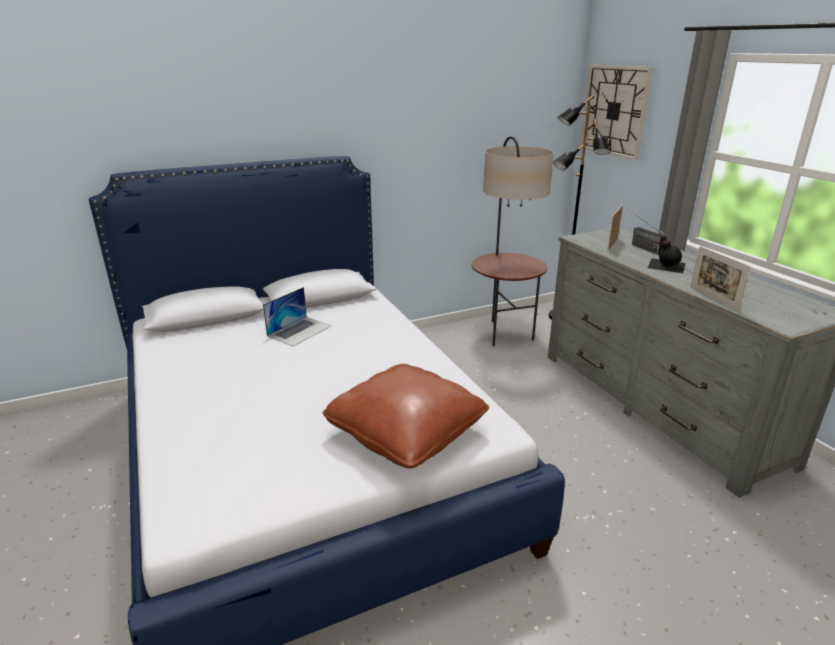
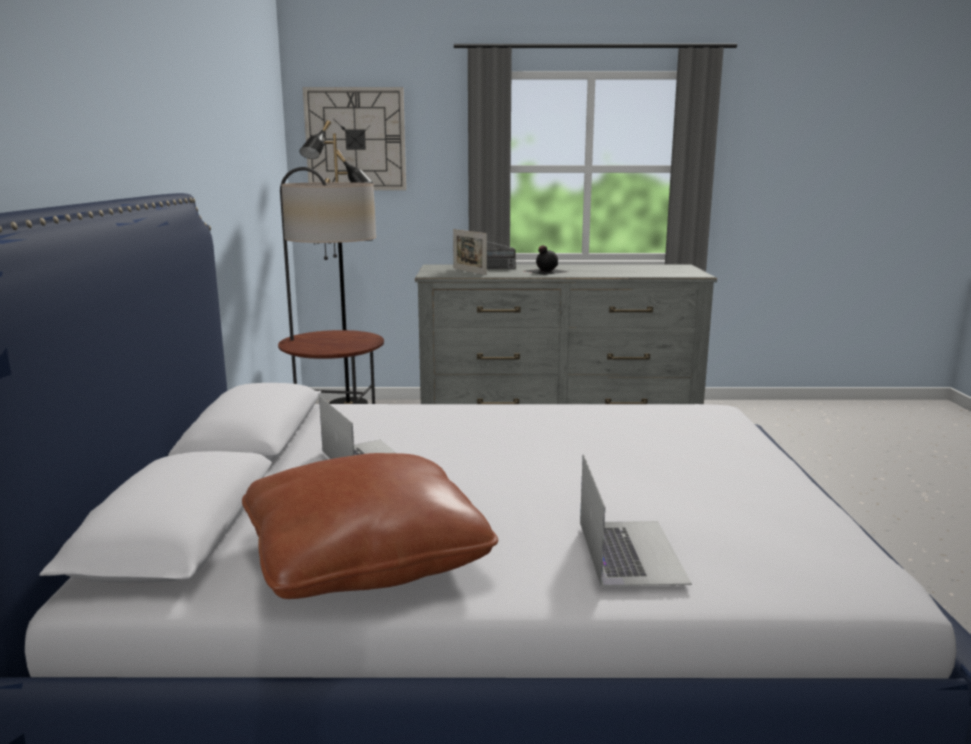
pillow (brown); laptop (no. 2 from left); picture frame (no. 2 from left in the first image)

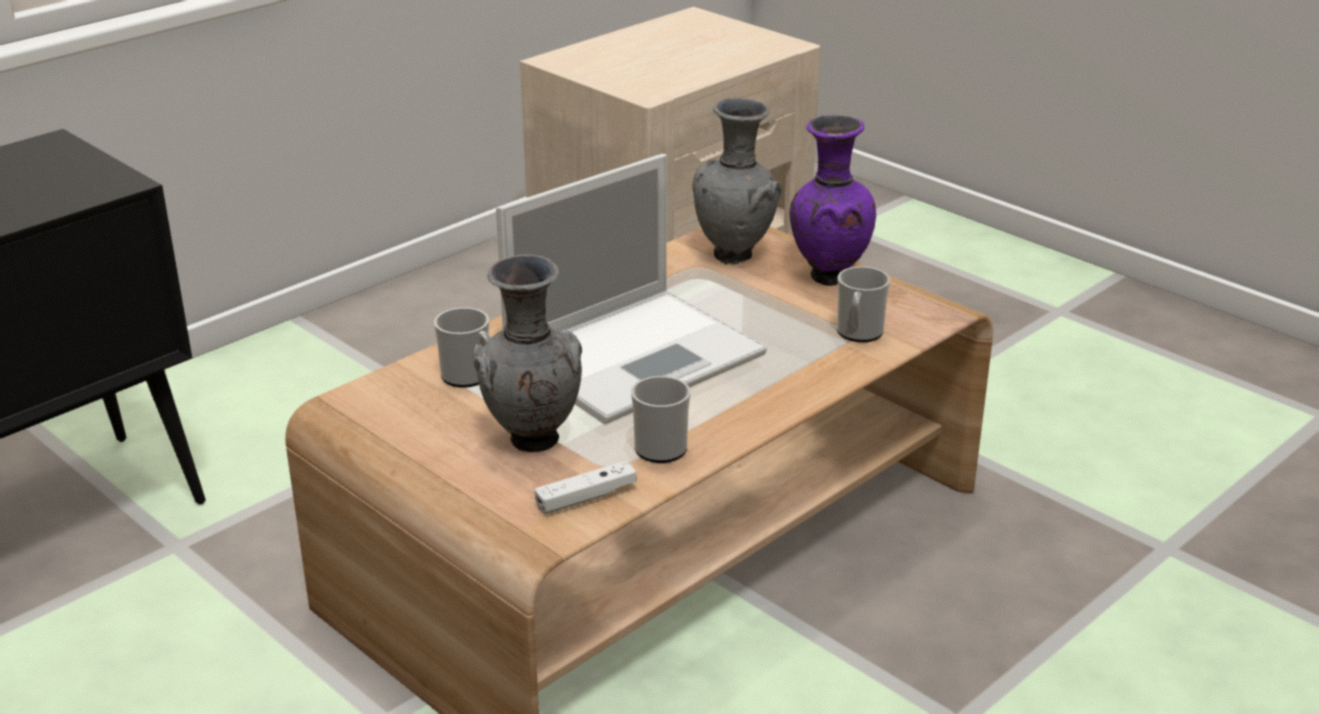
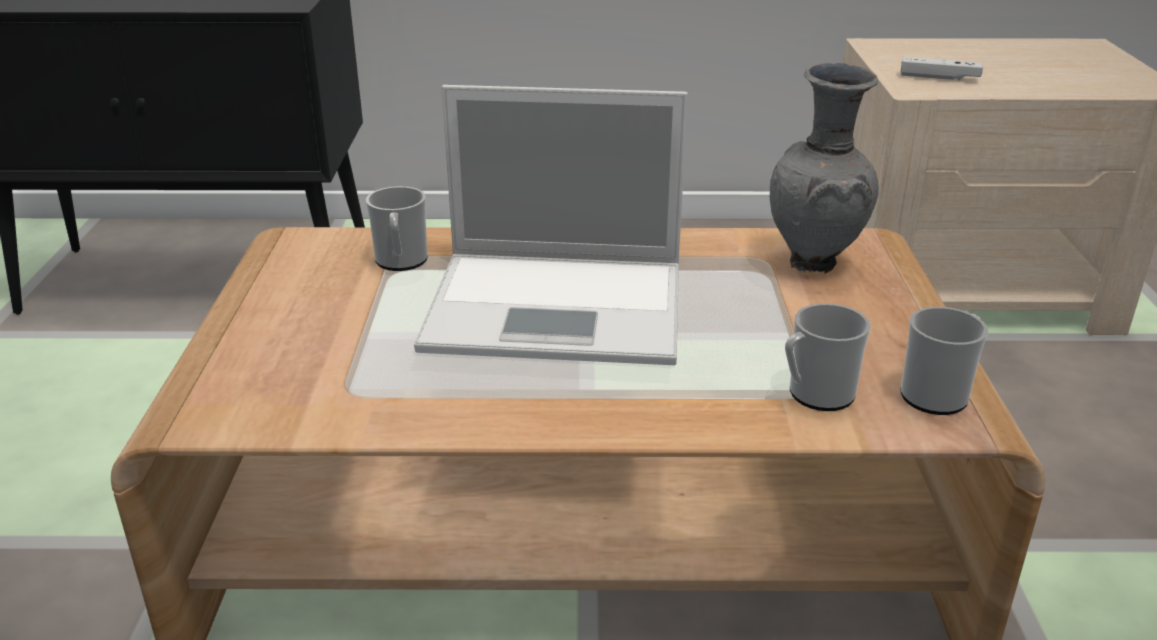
game controller (white); mug (no. 3 from left); vase (grey) (no. 1 from left in the first image); vase (purple)

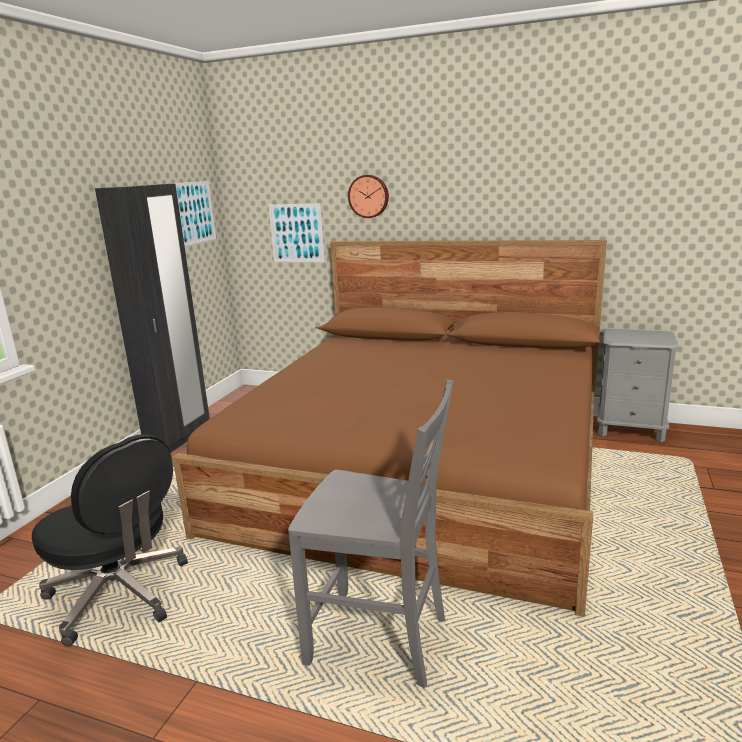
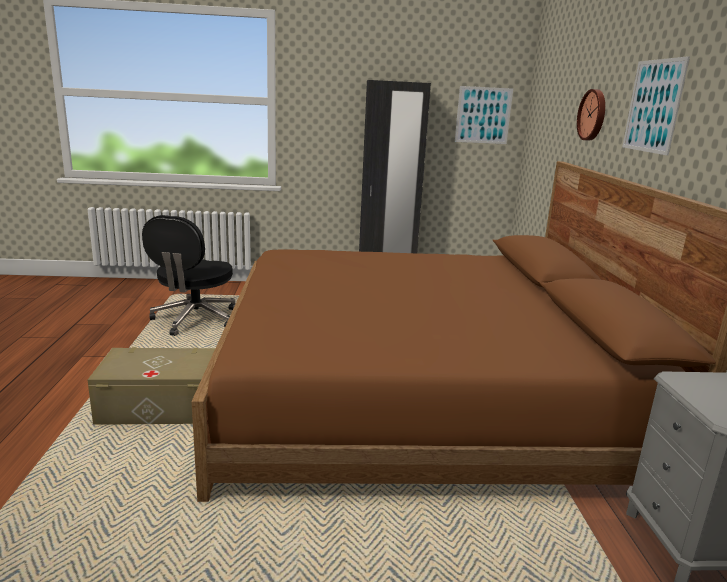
storage box (beige); picture (no. 2 from left)

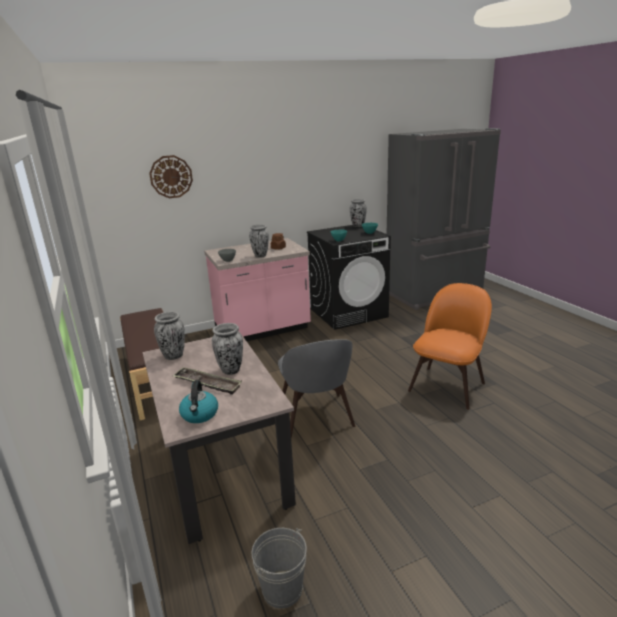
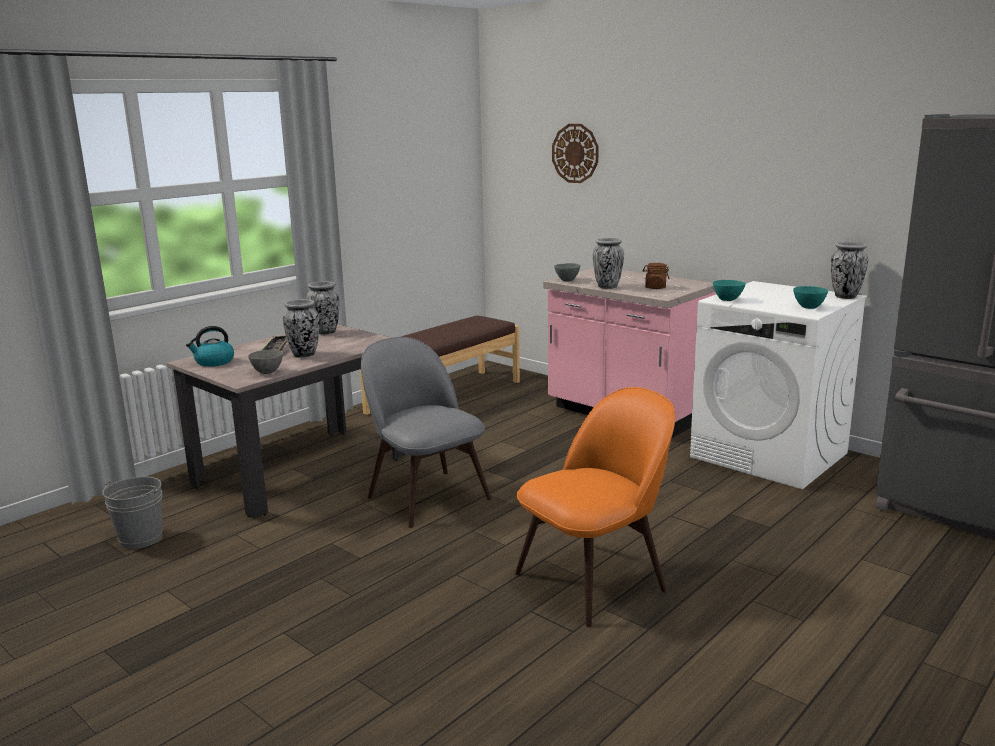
bowl (grey) (no. 1 from left); chair (grey); chair (orange); washing machine (white)

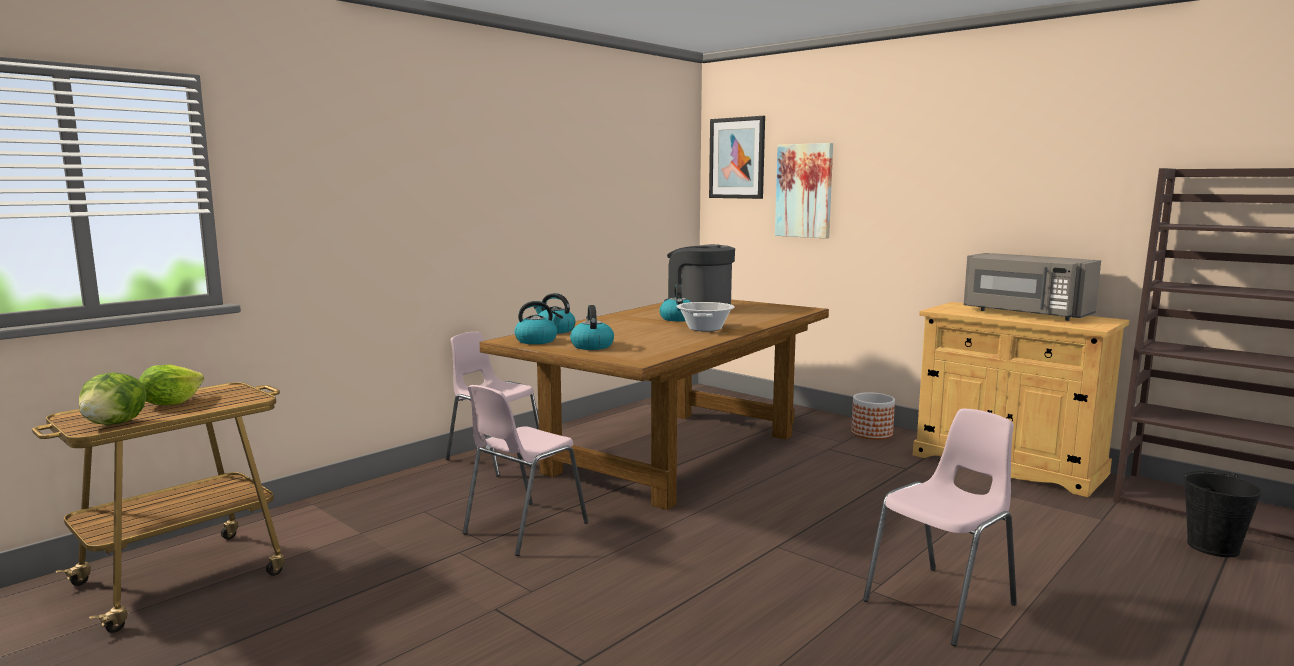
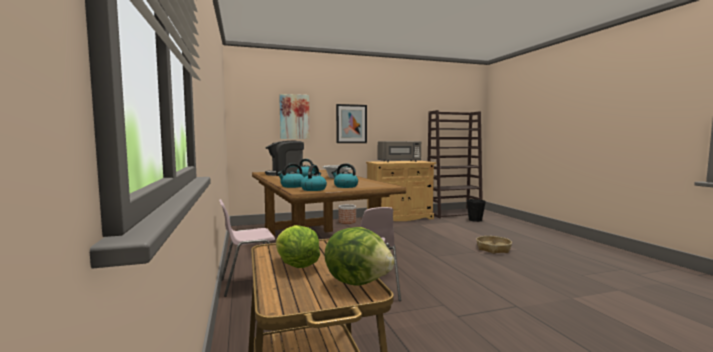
picture (no. 2 from left); basket

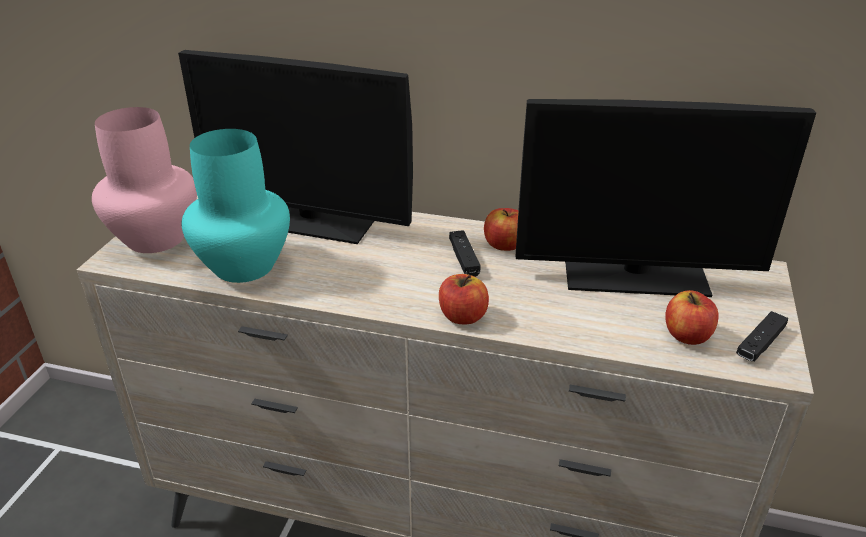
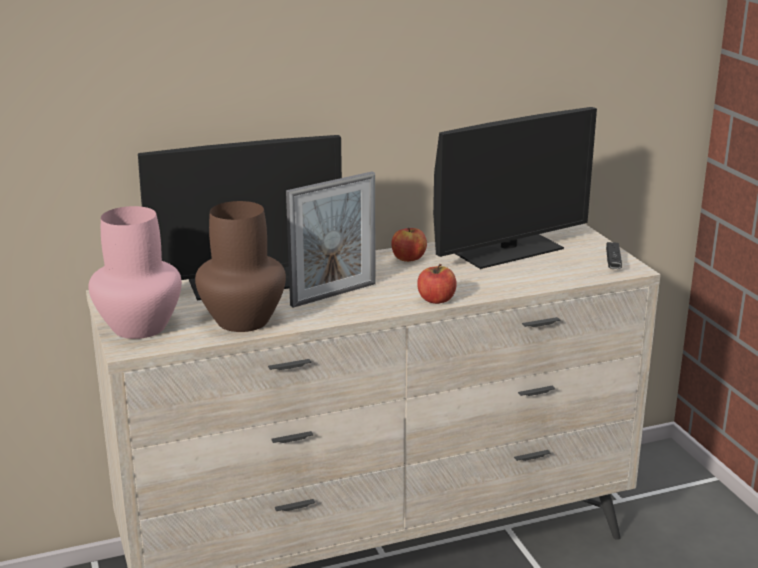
vase (brown); picture frame; game controller (black) (no. 1 from left in the first image); apple (no. 3 from left in the first image)

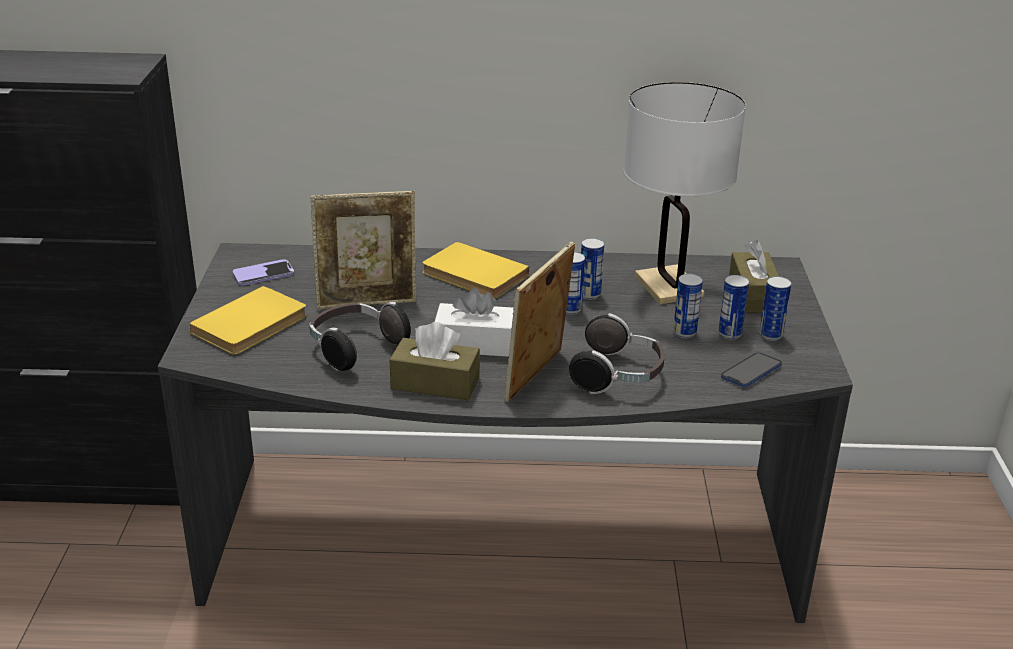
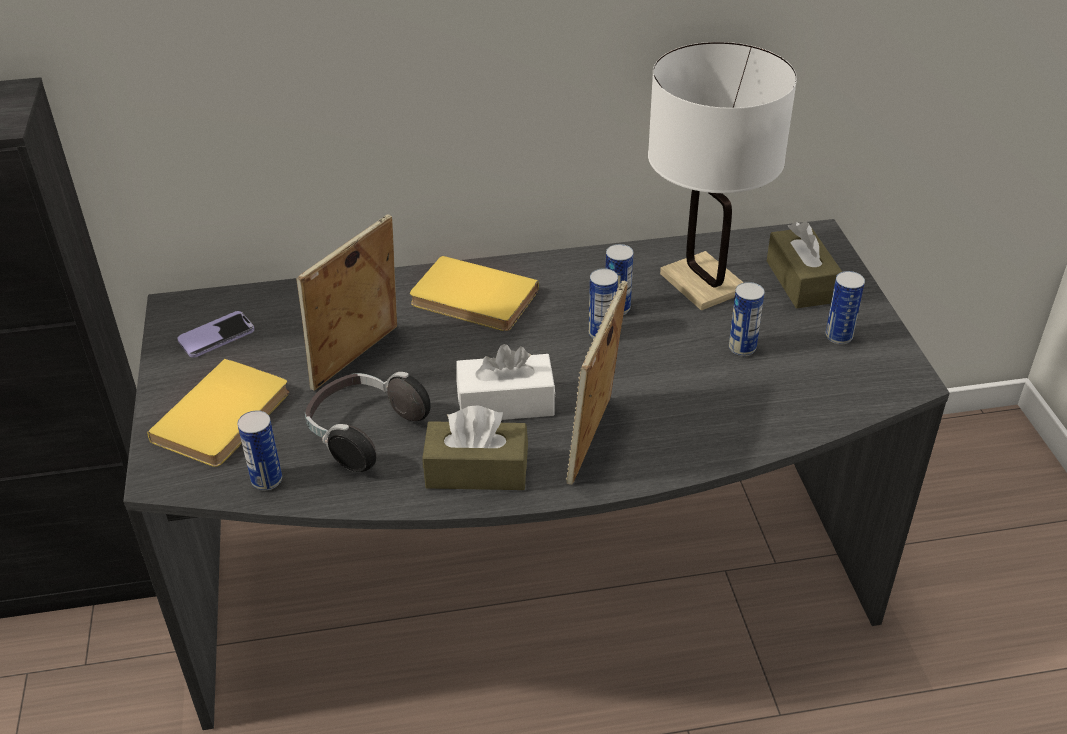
can (no. 1 from left); picture frame (no. 1 from left); headphones (no. 2 from left in the first image); phone (no. 2 from left in the first image)

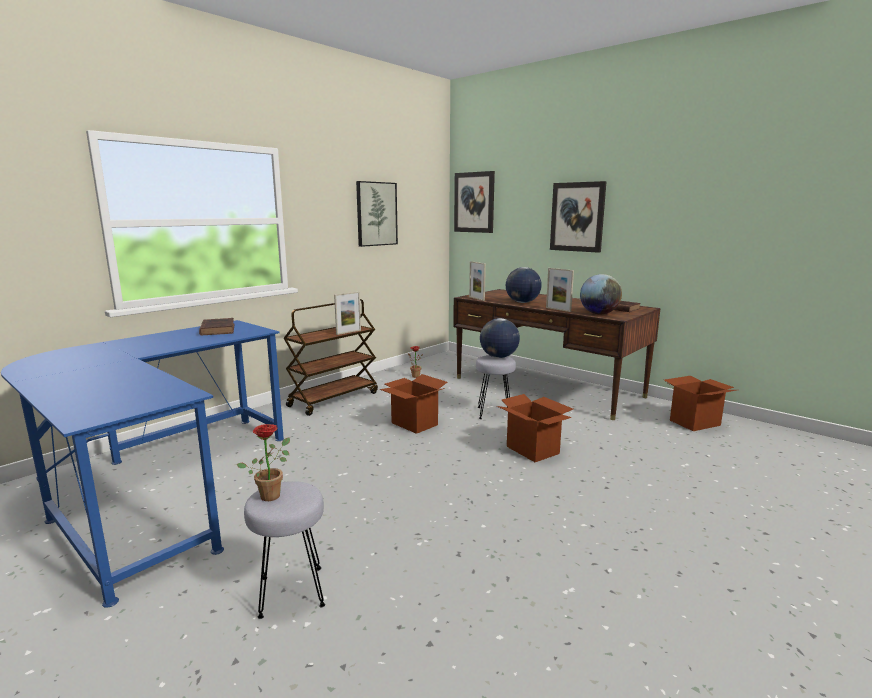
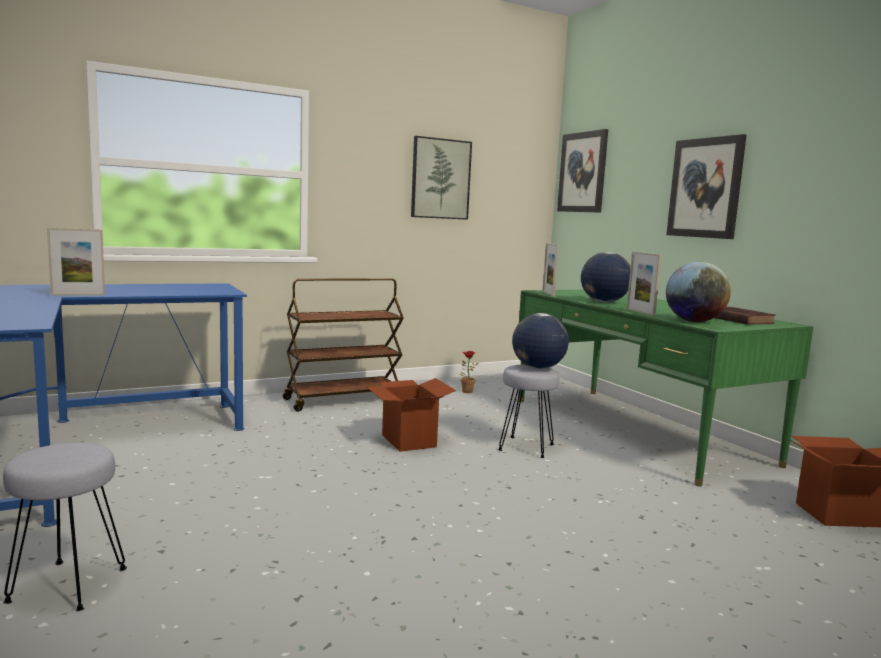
picture frame (no. 1 from left); desk (green); book (brown) (no. 1 from left in the first image); potted plant (no. 1 from left in the first image); cardboard box (no. 2 from left in the first image)

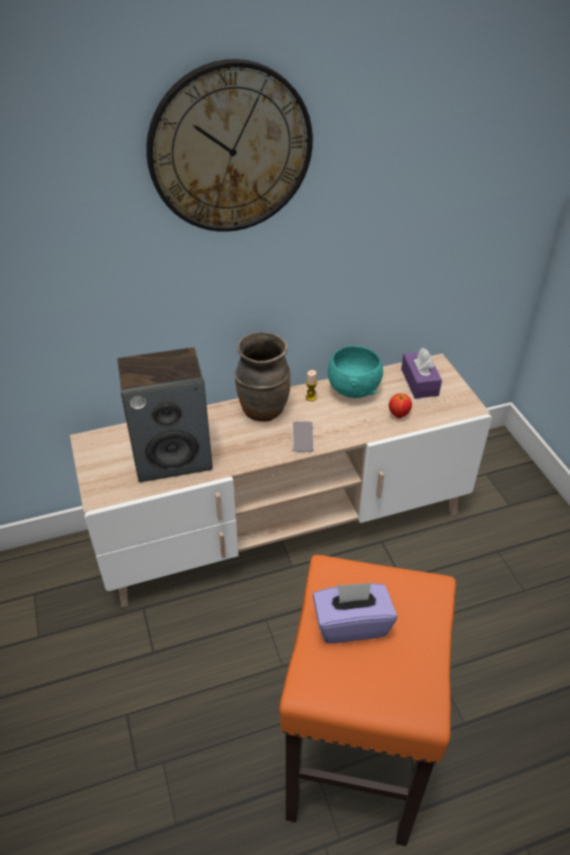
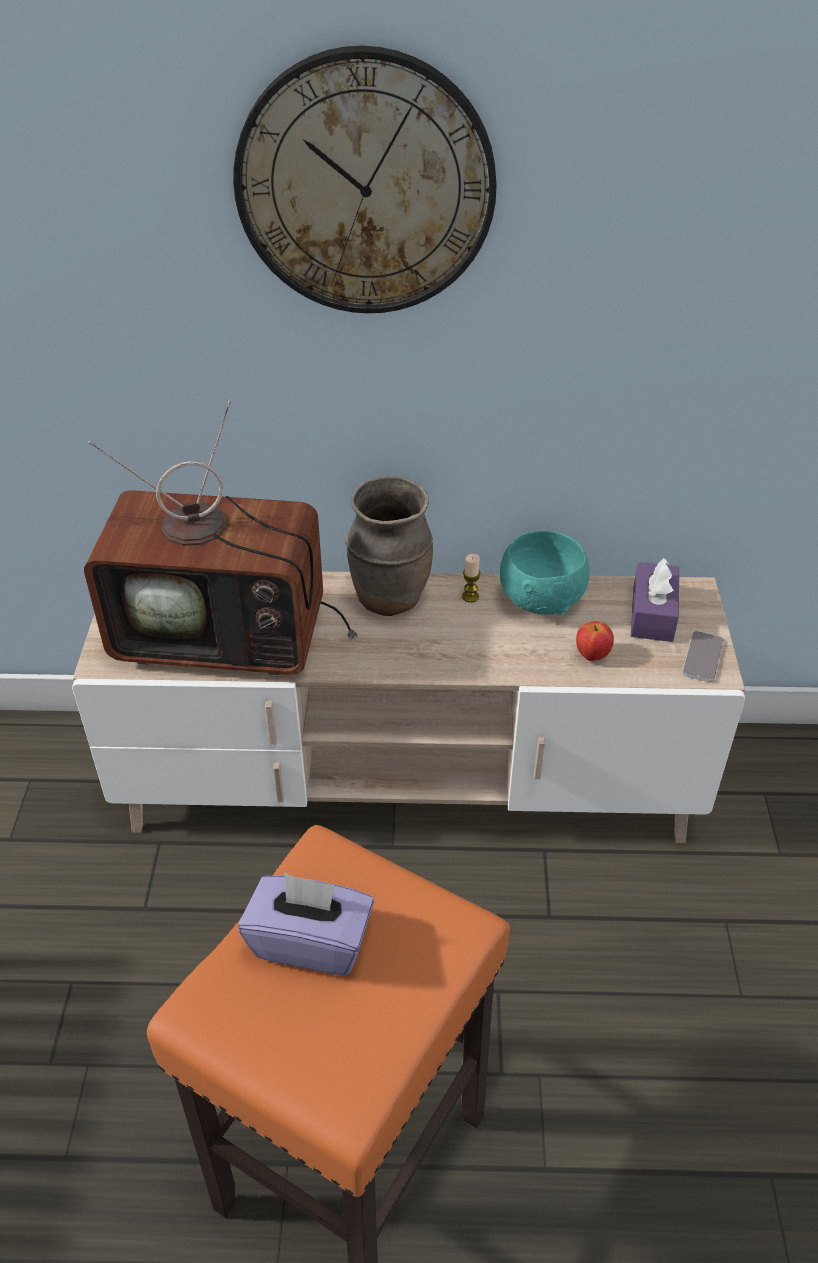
television; phone

